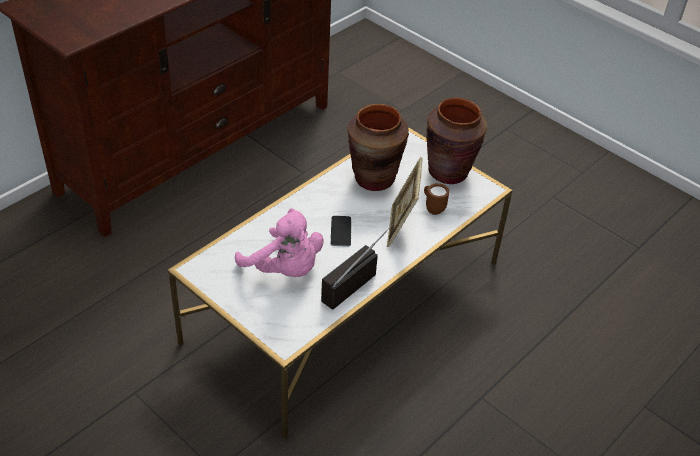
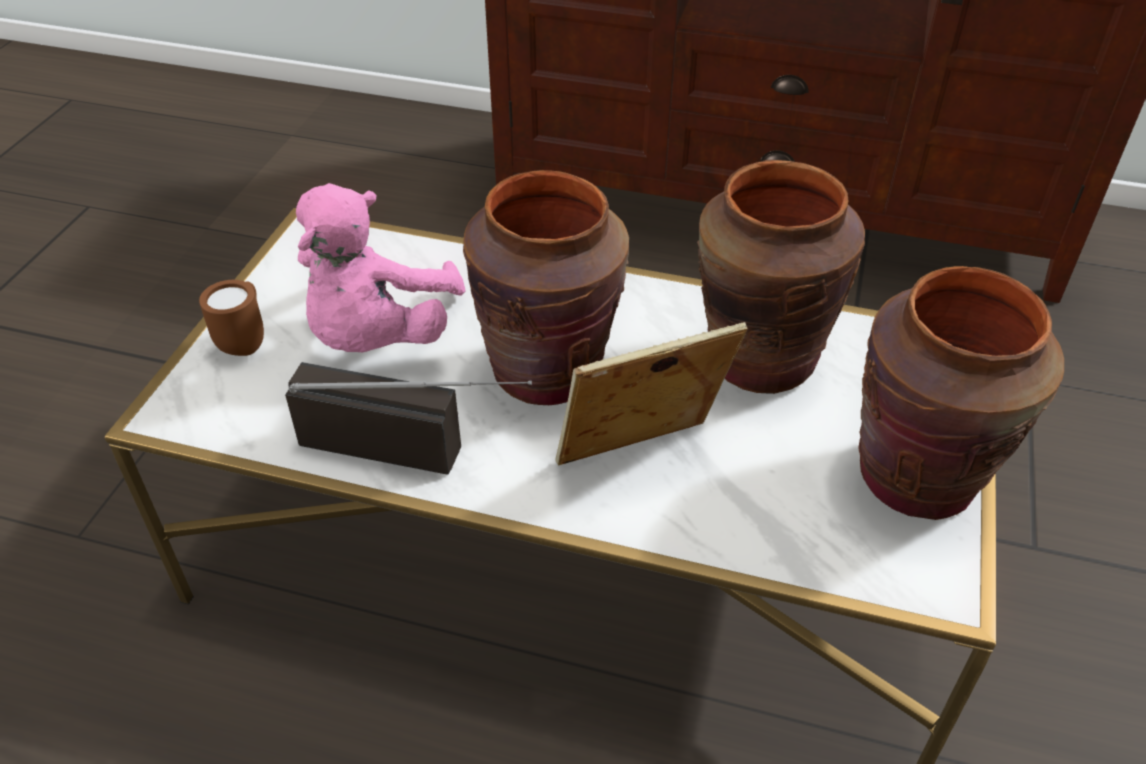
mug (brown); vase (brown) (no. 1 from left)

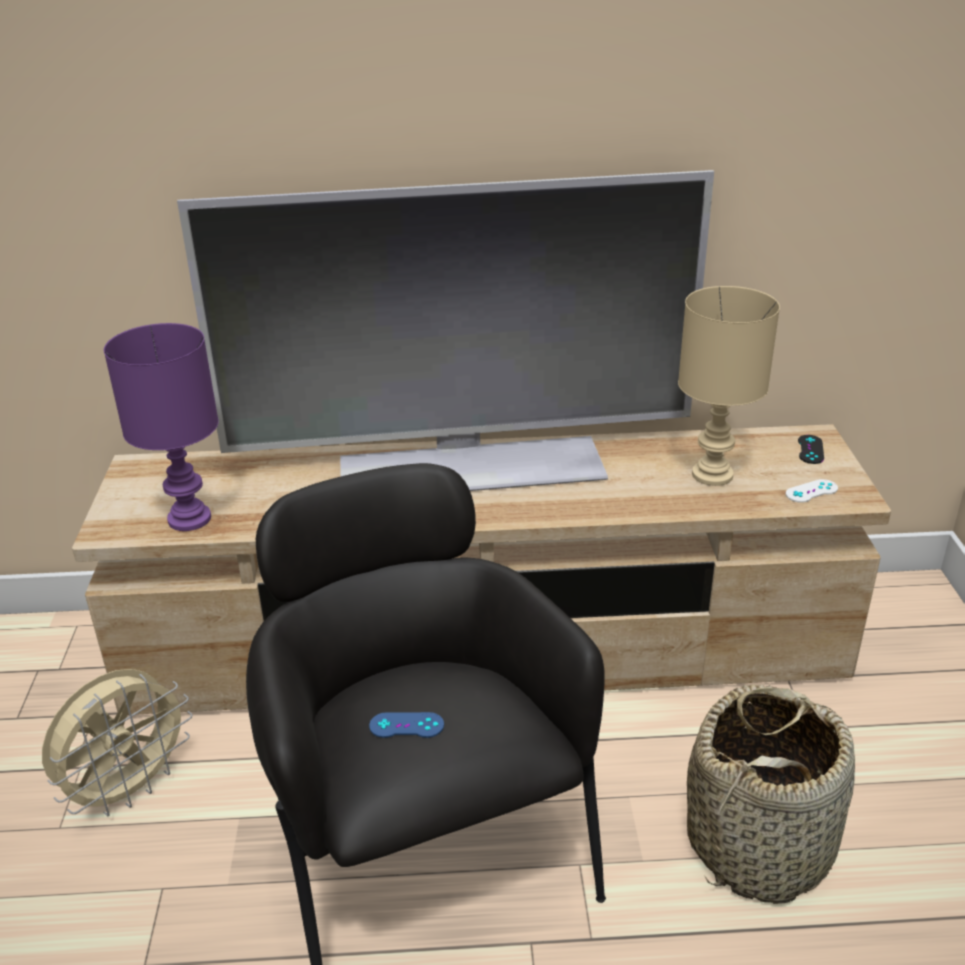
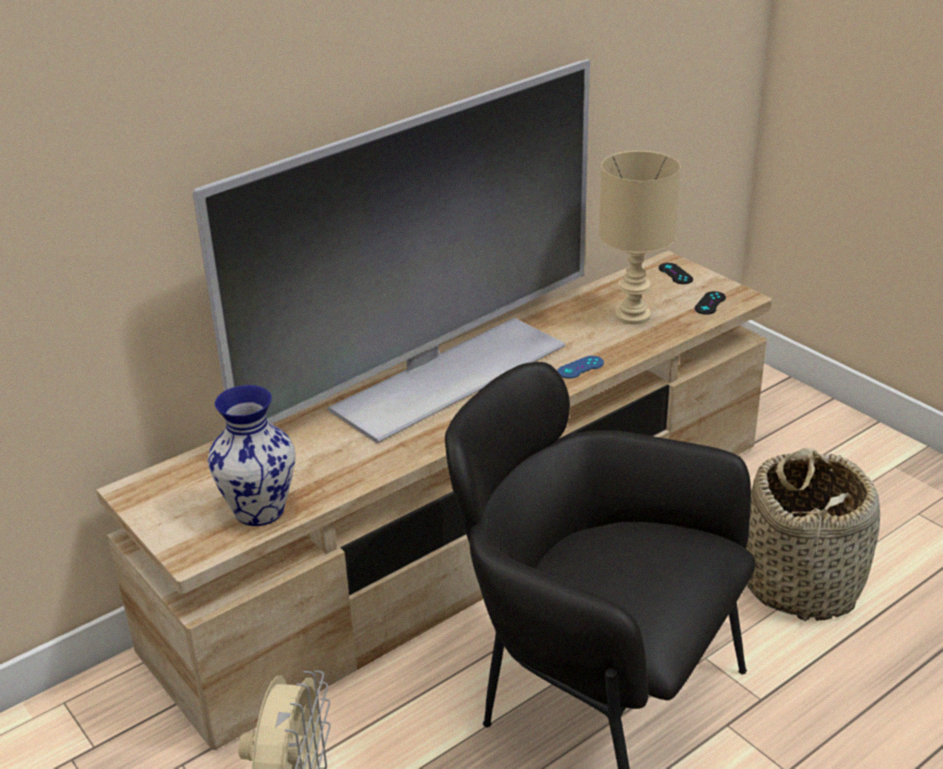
vase; game controller (blue); game controller (black) (no. 2 from left)

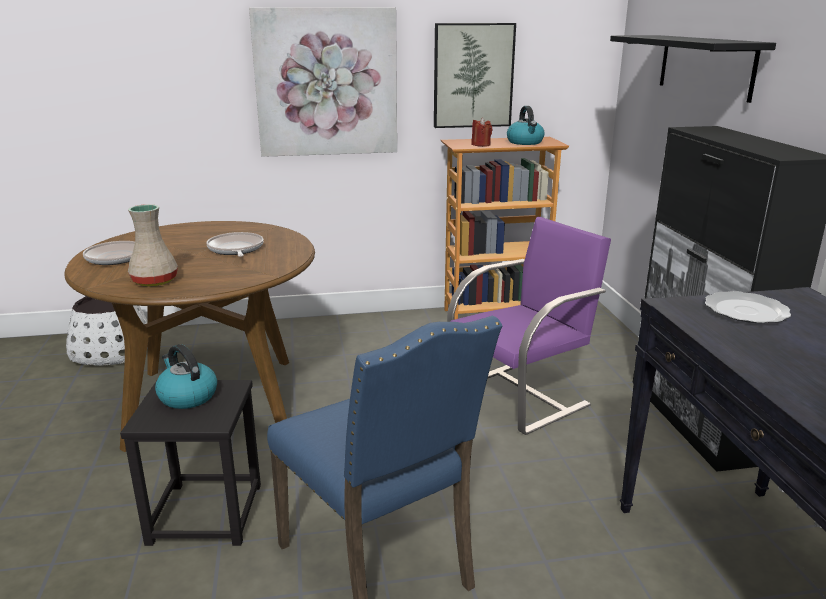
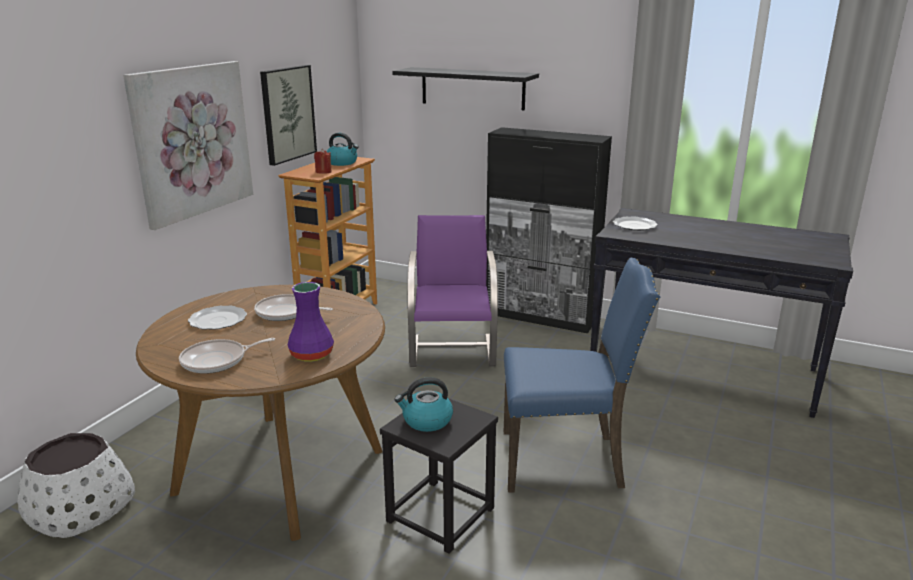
plate (no. 1 from left); vase (purple)

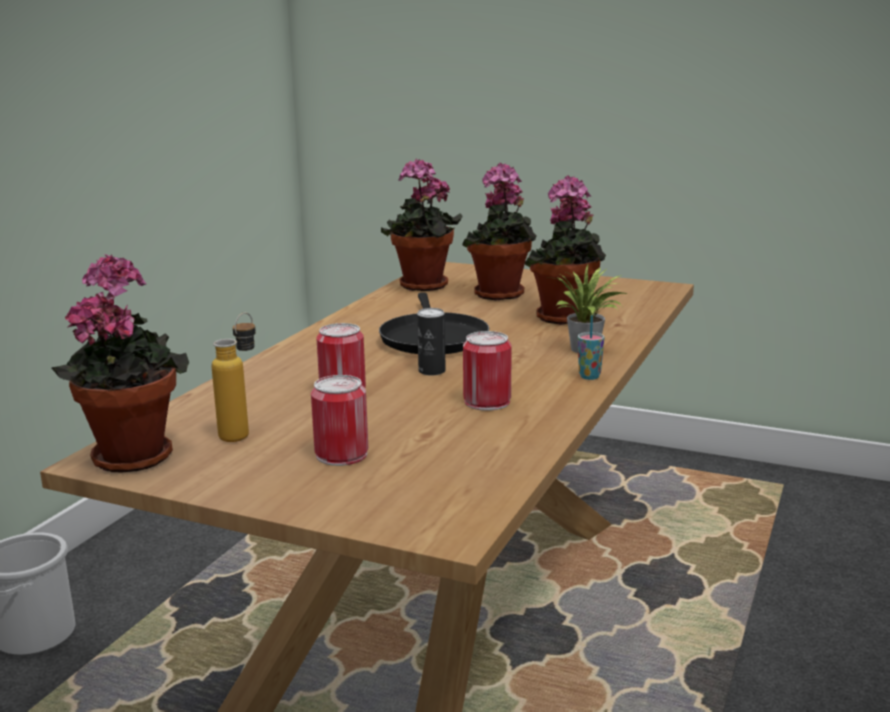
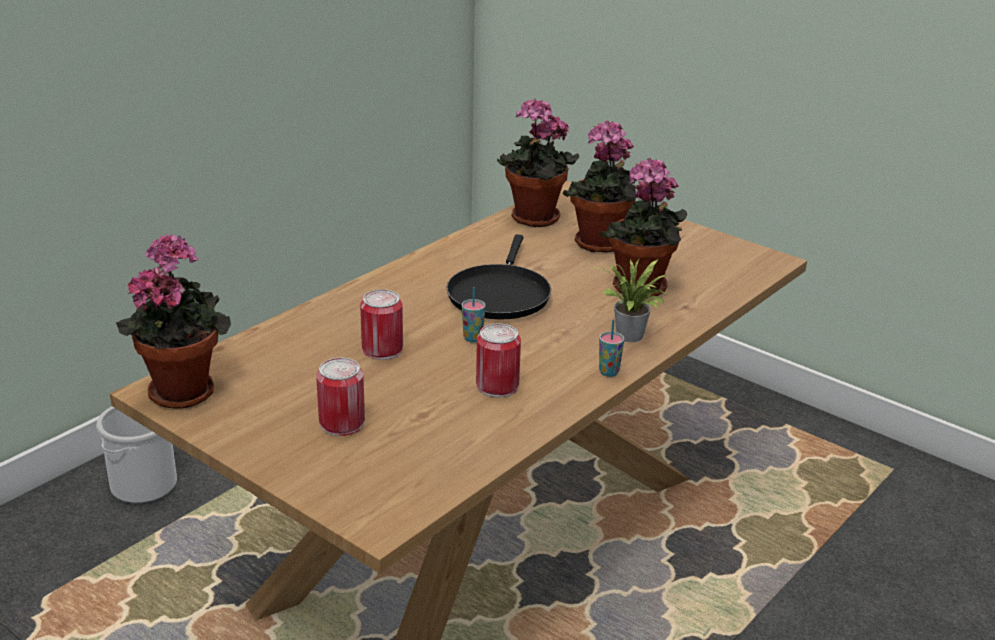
cup (no. 1 from left); bottle

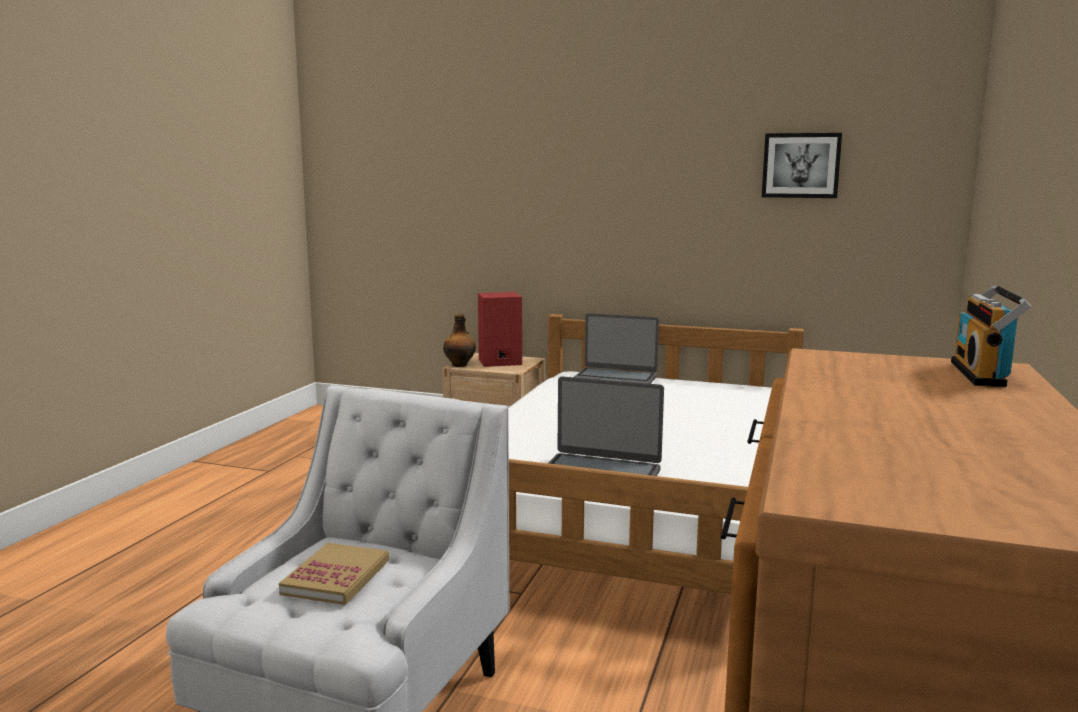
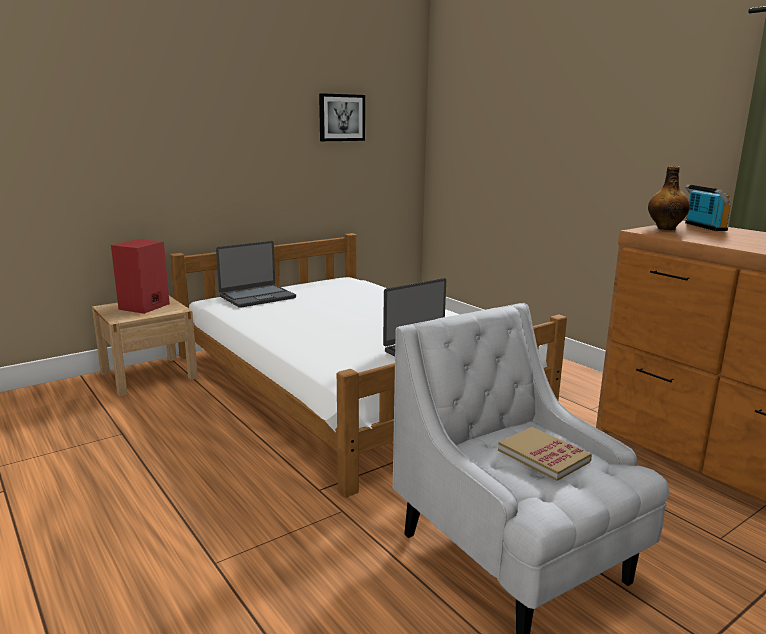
bottle; radio

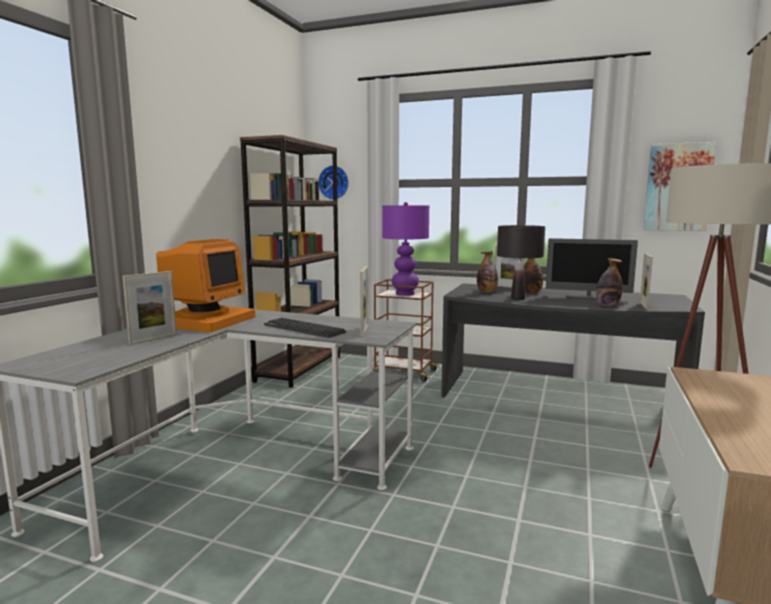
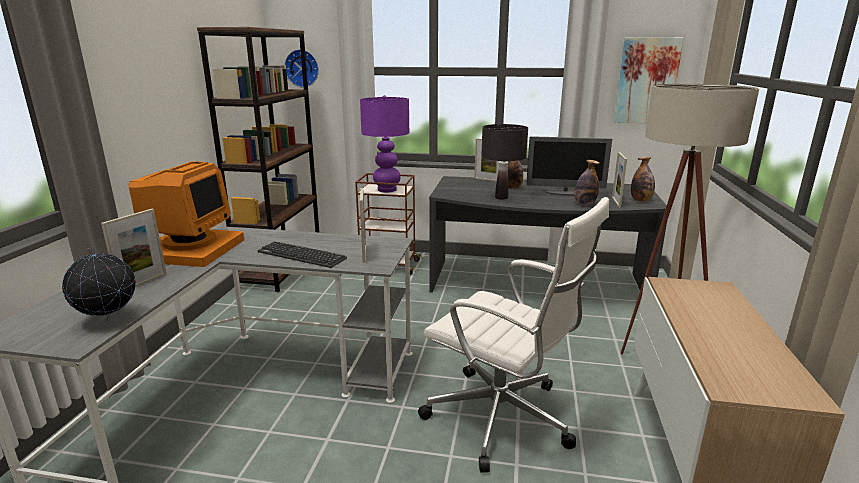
globe; office chair (white); bottle (no. 3 from left)

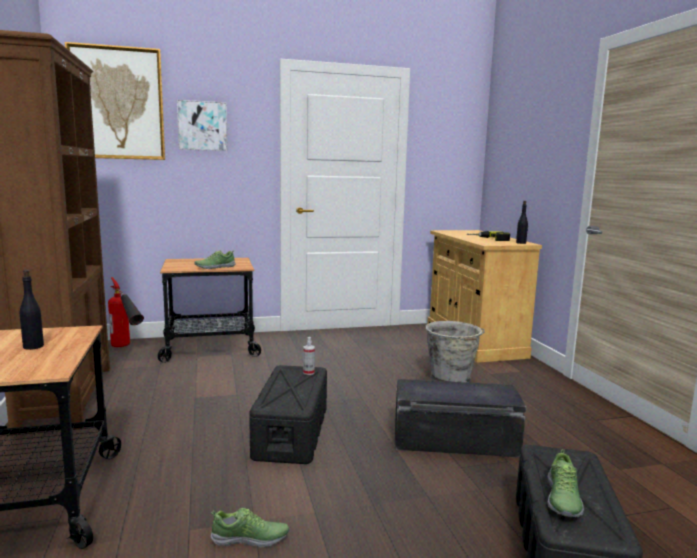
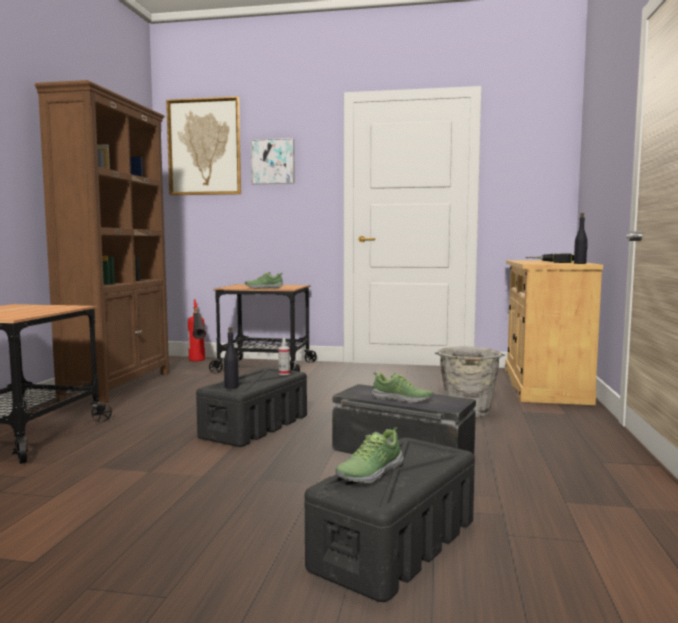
bottle (black) (no. 1 from left); shoe (no. 3 from left)

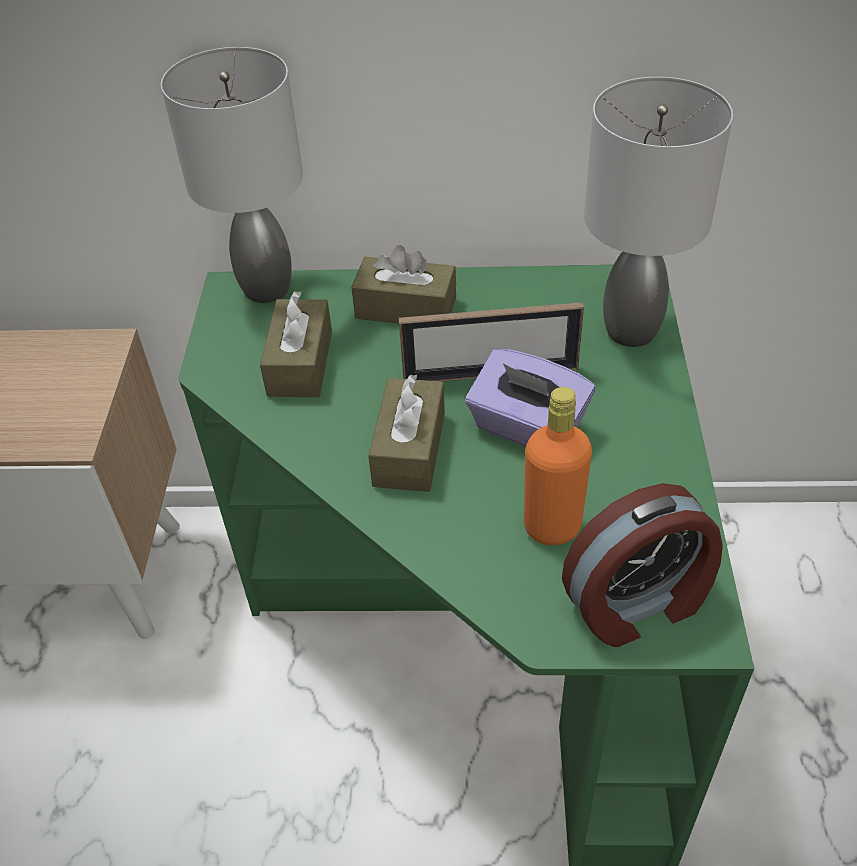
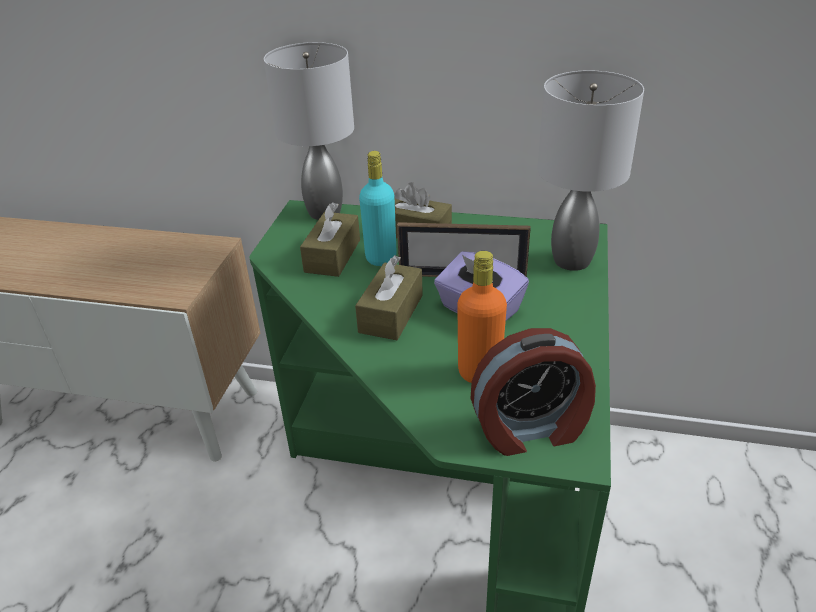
bottle (turquoise)

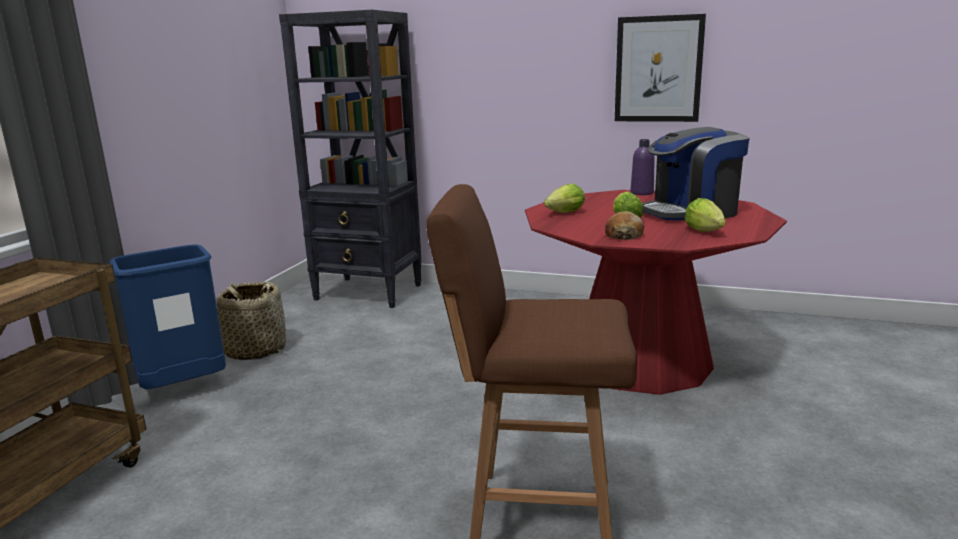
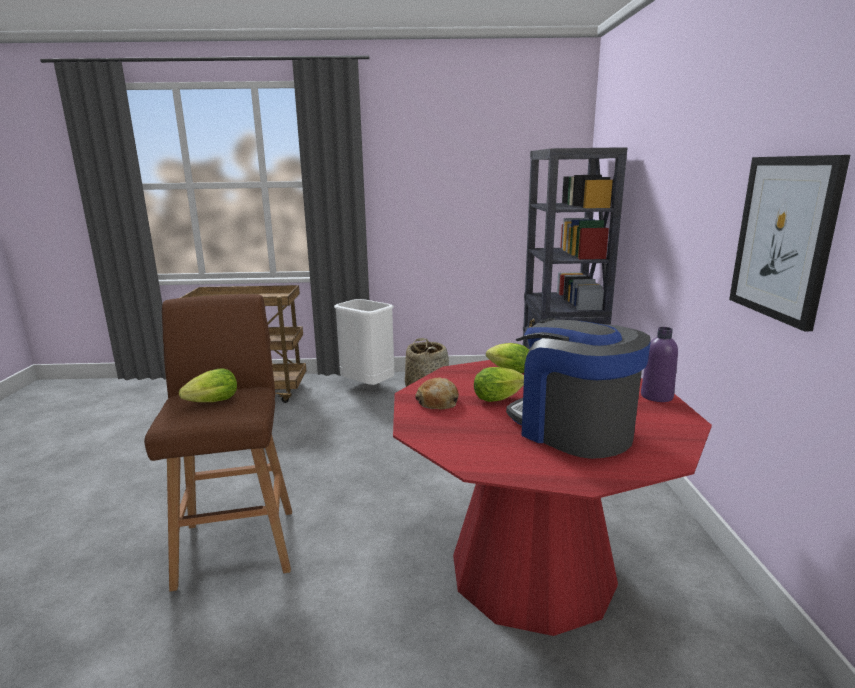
lettuce (no. 1 from left); trash can (white)

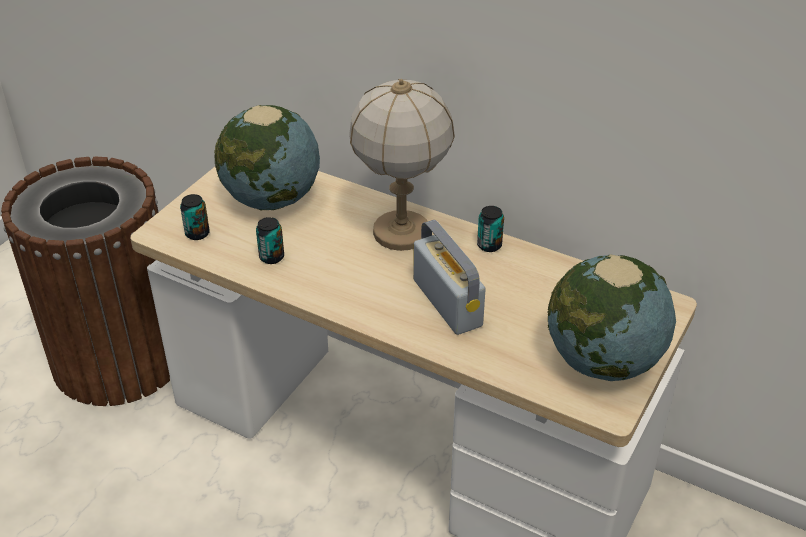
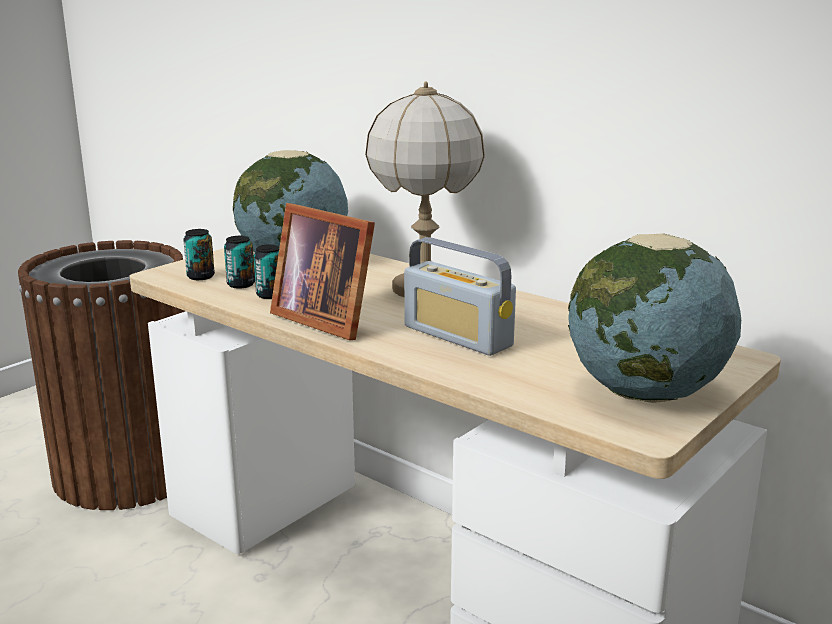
can (no. 2 from left); picture frame; radio

